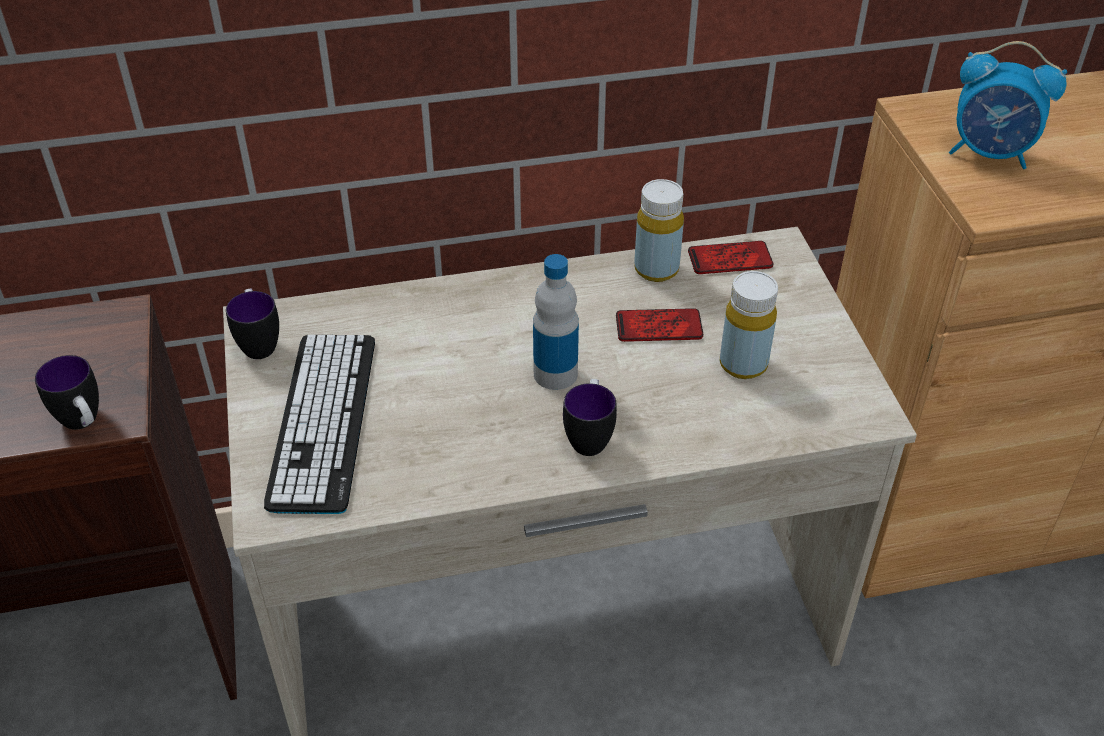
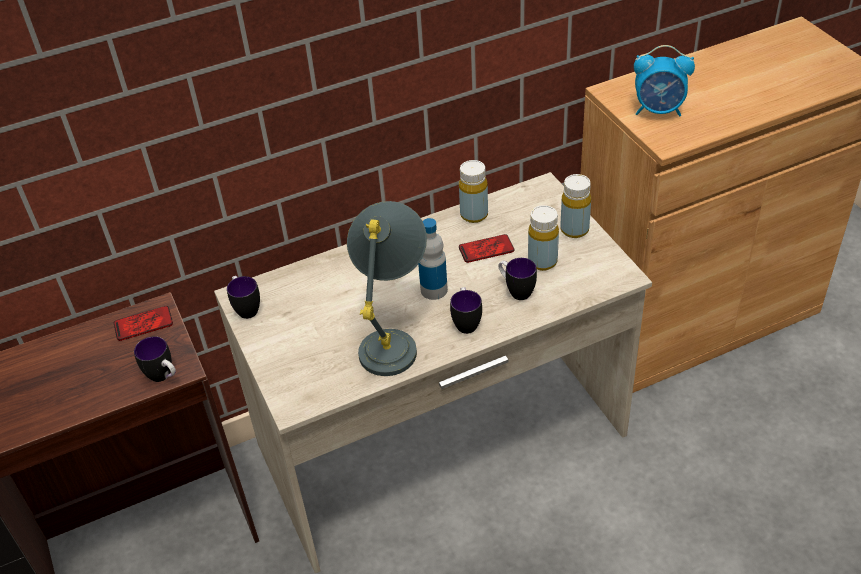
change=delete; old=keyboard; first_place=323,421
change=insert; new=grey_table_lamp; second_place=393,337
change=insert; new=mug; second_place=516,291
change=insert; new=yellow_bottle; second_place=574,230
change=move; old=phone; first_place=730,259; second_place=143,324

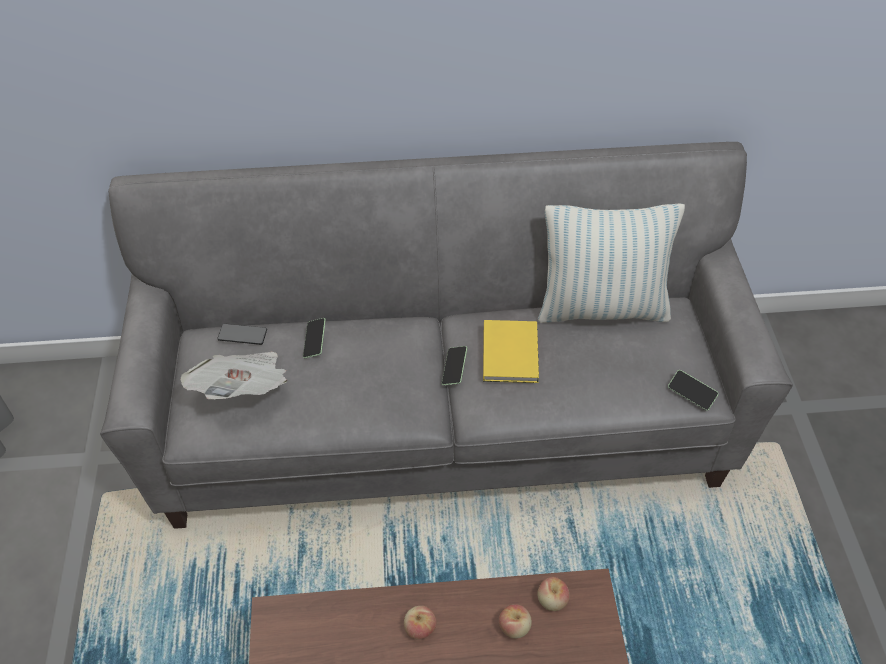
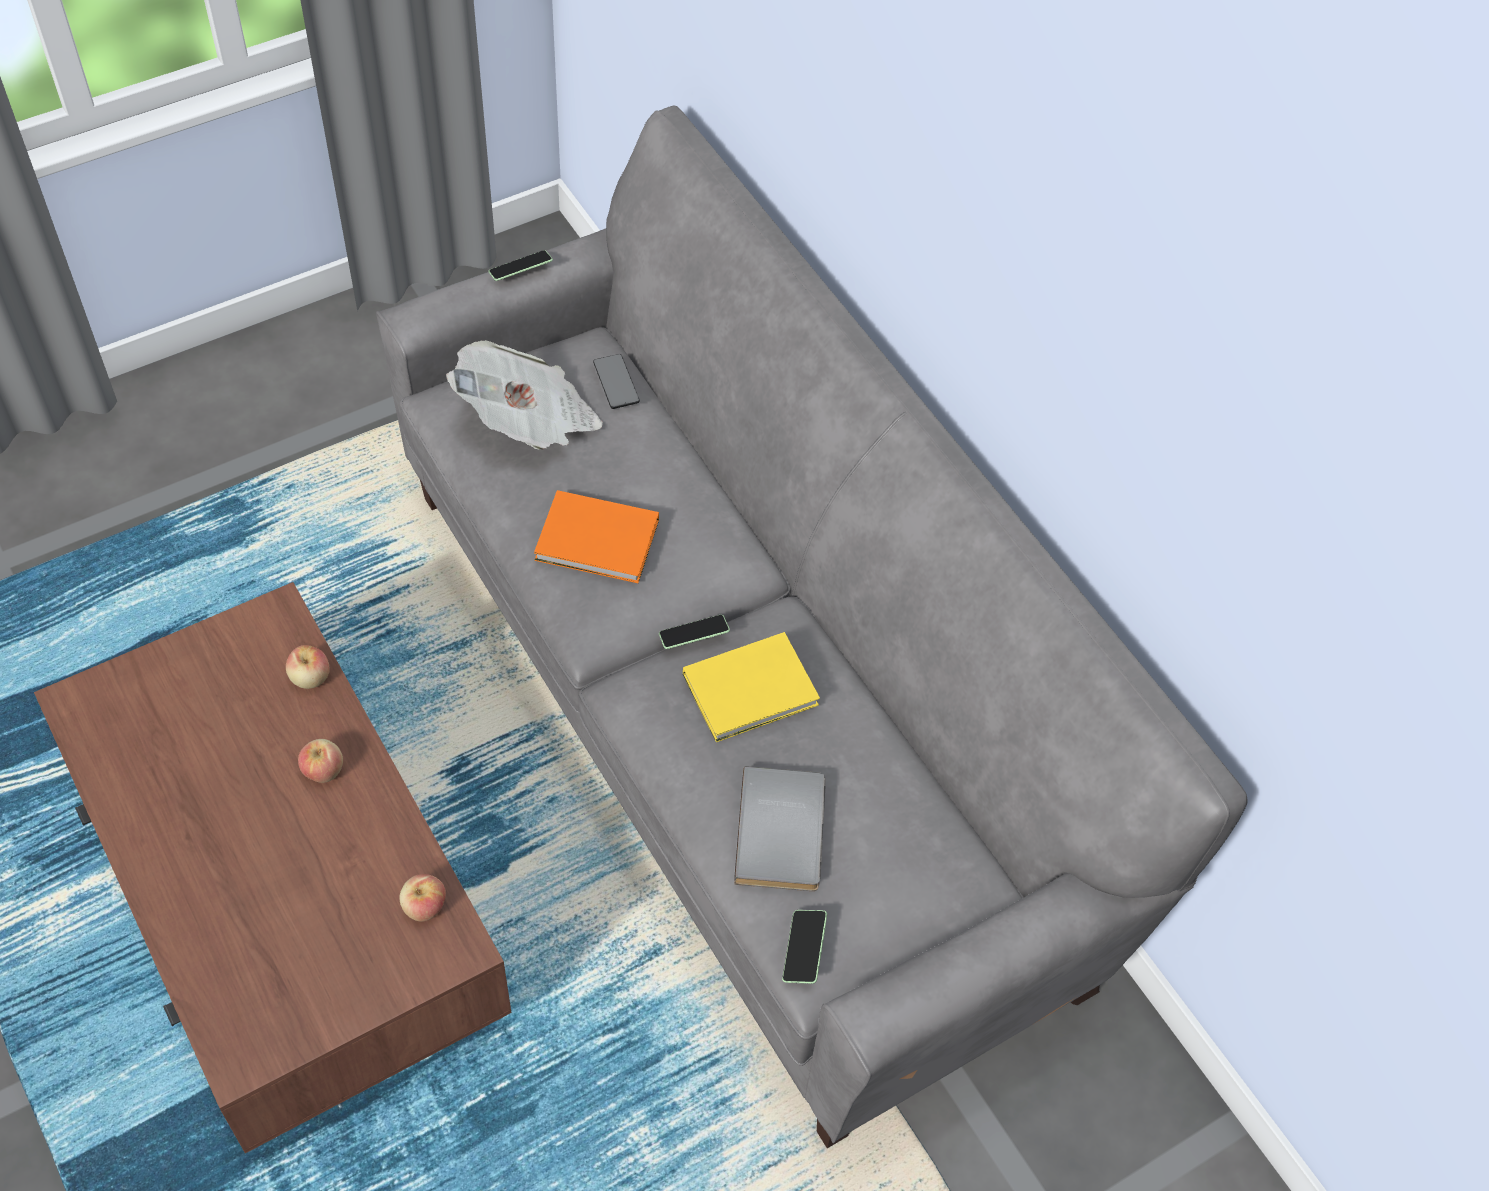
change=delete; old=pillow; first_place=601,308
change=insert; new=orange_book; second_place=599,542
change=insert; new=grey_book; second_place=785,831
change=move; old=phone; first_place=315,342; second_place=521,272
change=move; old=apple; first_place=514,627; second_place=310,677

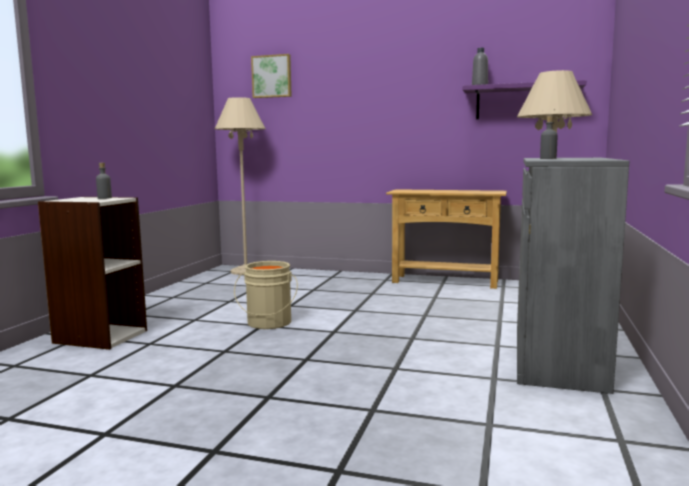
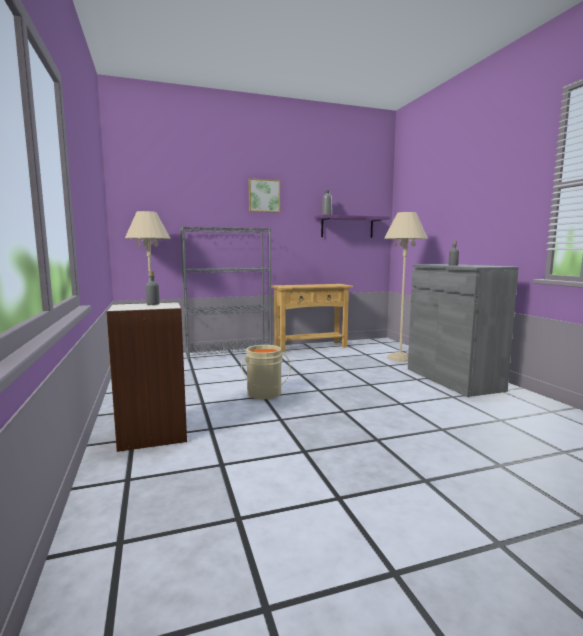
change=insert; new=grey_bookcase; second_place=229,353
change=move; old=picture; first_place=272,76; second_place=264,196

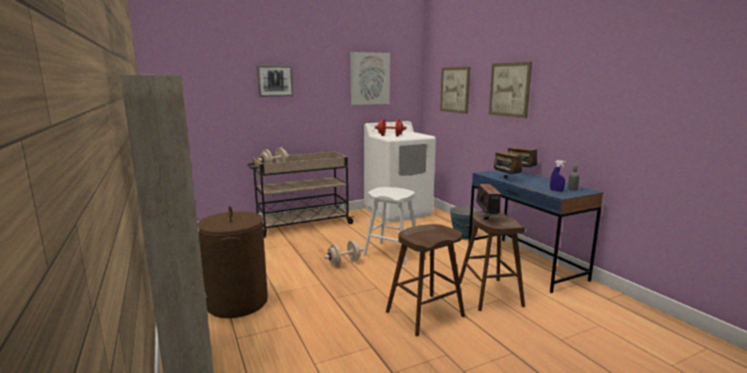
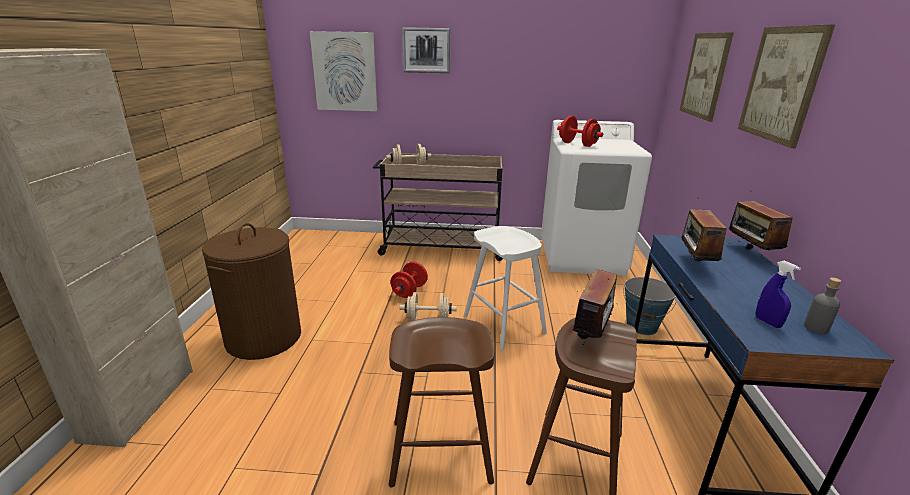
change=insert; new=red_dumbbell; second_place=409,291
change=move; old=picture; first_place=369,78; second_place=345,72

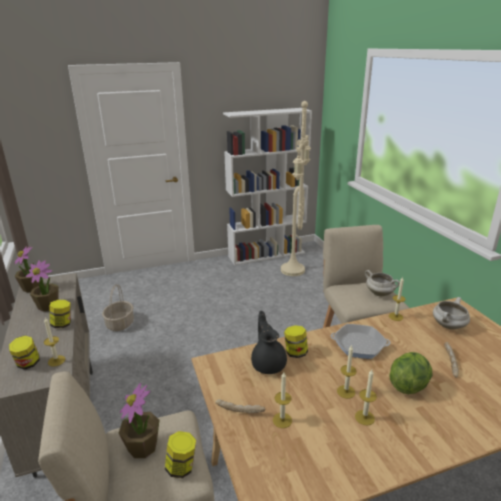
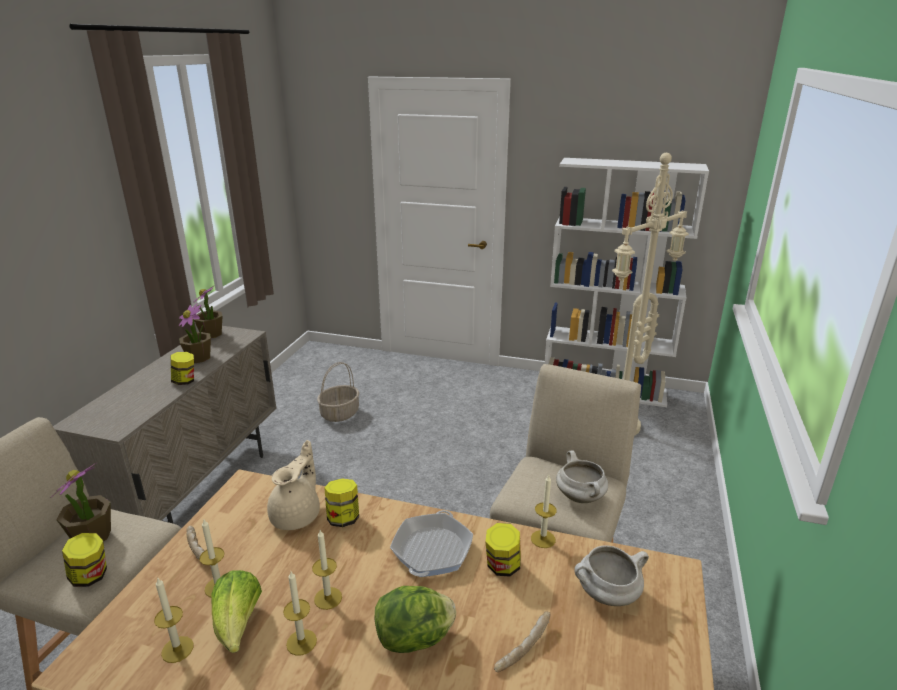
change=insert; new=lettuce; second_place=238,626
change=move; old=jar; first_place=28,364; second_place=502,567
change=move; old=candle; first_place=56,361; second_place=177,649
change=recolor; old=black_teapot; new=beige_teapot; first_place=268,363; second_place=297,515
change=rotate; old=frying_pan; first_place=359,345; second_place=432,550; degrees=-120

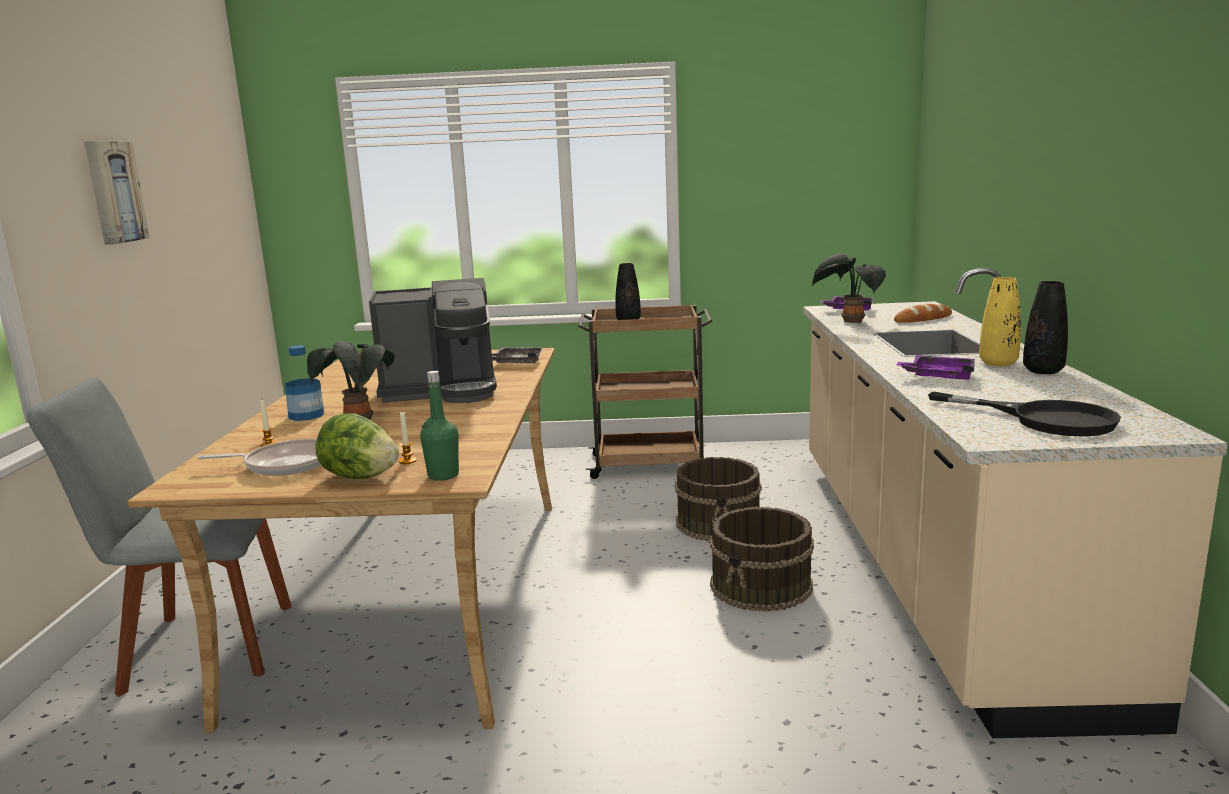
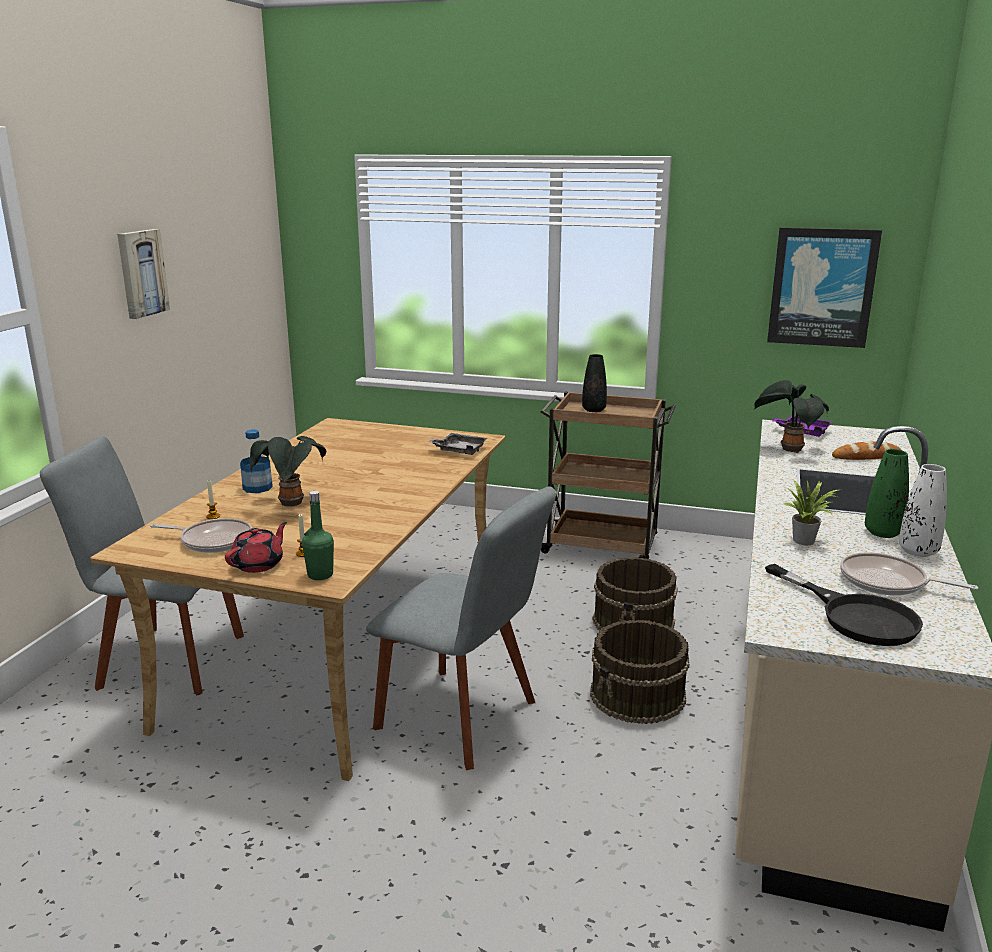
change=delete; old=coffee_machine; first_place=442,391
change=insert; new=grey_chair; second_place=463,718
change=insert; new=picture; second_place=822,287
change=insert; new=frying_pan; second_place=888,582
change=replace; old=lettuce; new=red_teapot; first_place=360,477; second_place=259,564
change=replace; old=purple_tray; new=potted_plant; first_place=939,376; second_place=806,541
change=recolor; old=yellow_vase; new=green_vase; first_place=998,363; second_place=882,533
change=recolor; old=black_vase; new=white_vase; first_place=1043,371; second_place=918,551

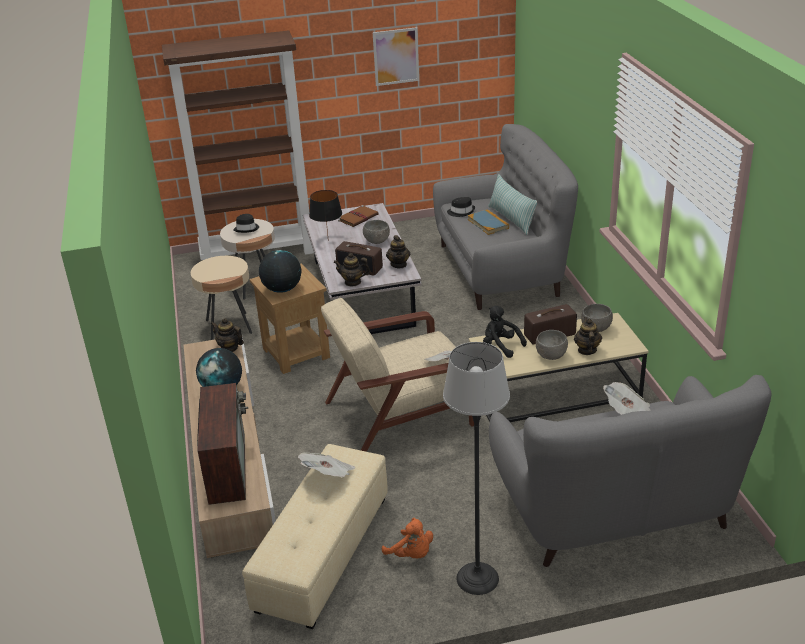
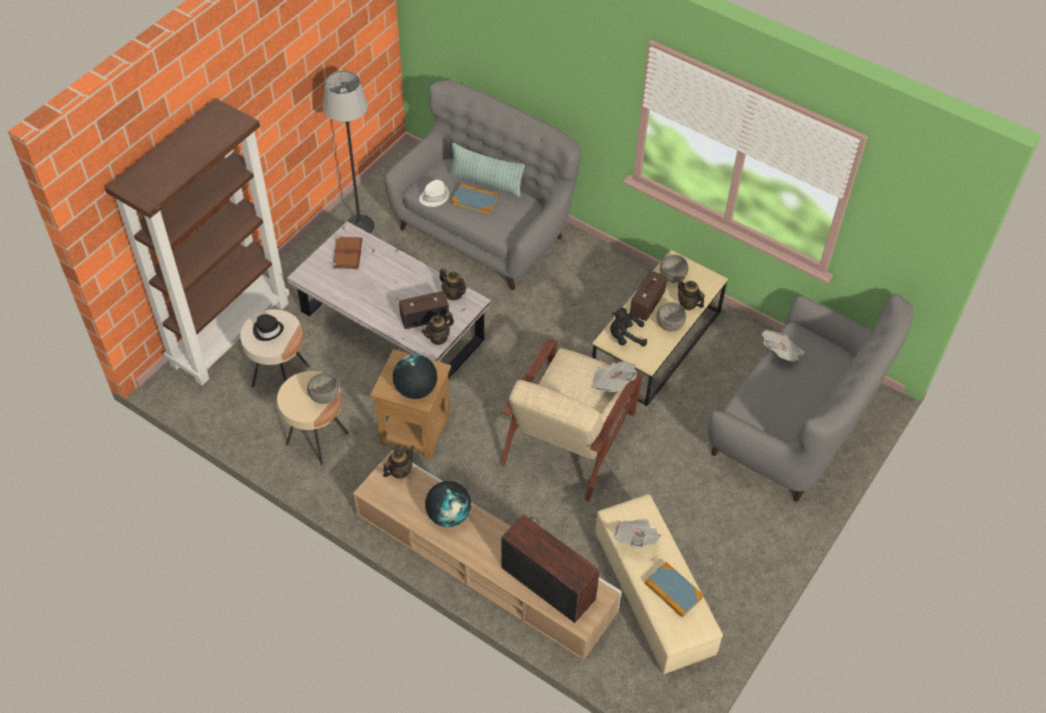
change=delete; old=black_table_lamp; first_place=327,240
change=delete; old=picture; first_place=396,56
change=delete; old=orange_plush_toy; first_place=411,554
change=insert; new=book; second_place=673,591
change=move; old=grey_bowl; first_place=376,241; second_place=325,397
change=move; old=floor_lamp; first_place=477,578; second_place=359,226
change=recolor; old=black_hat; new=white_hat; first_place=461,212; second_place=434,196
change=rotate; old=teapot; first_place=229,348; second_place=400,471; degrees=150

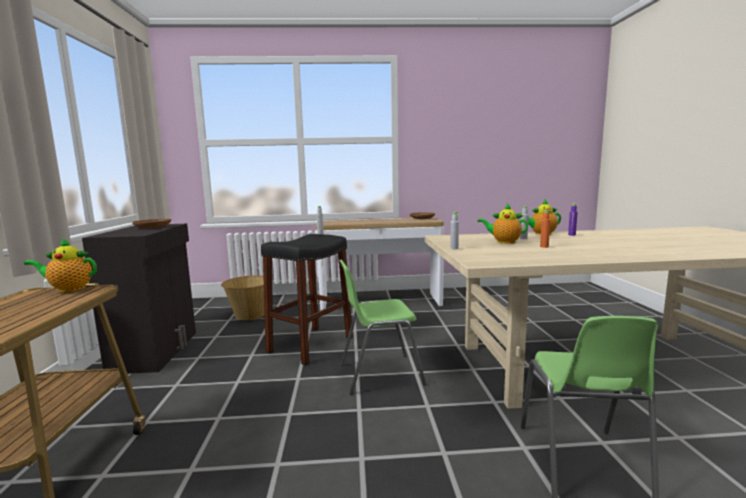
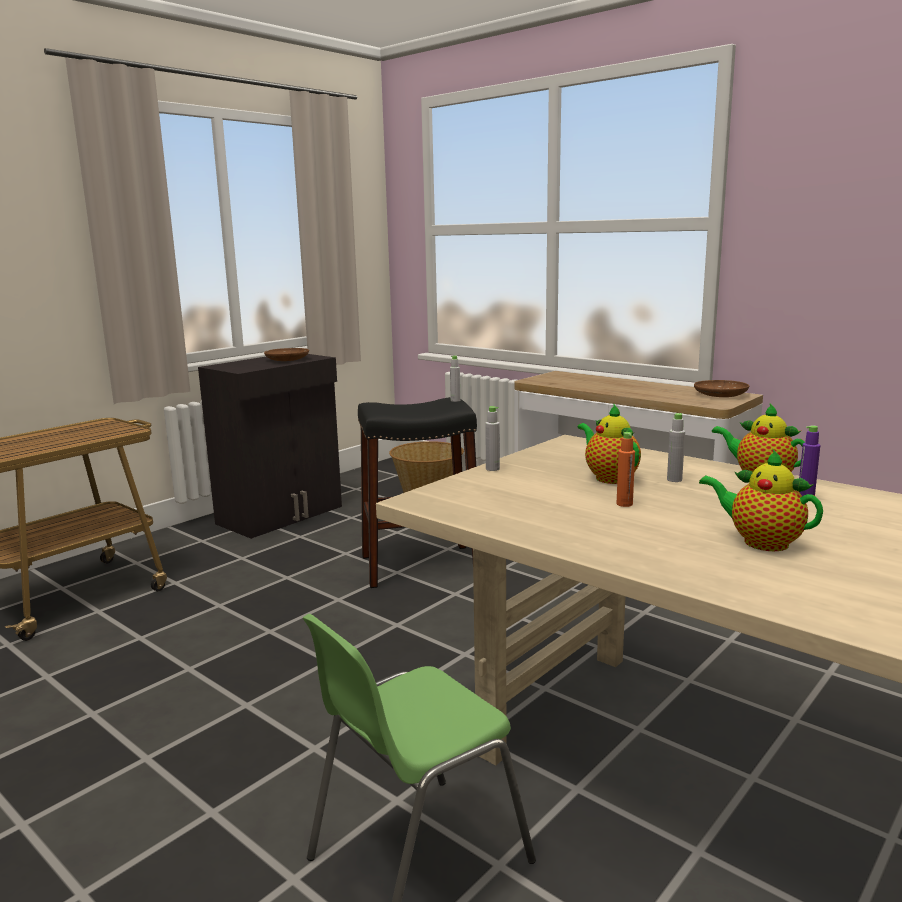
change=delete; old=green_chair; first_place=379,374
change=move; old=teapot; first_place=68,289; second_place=760,542

